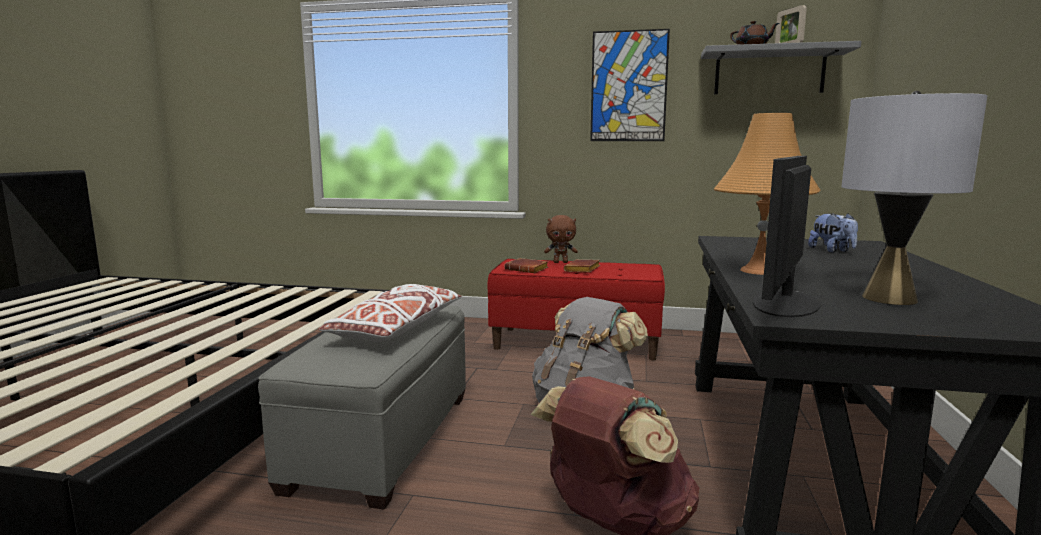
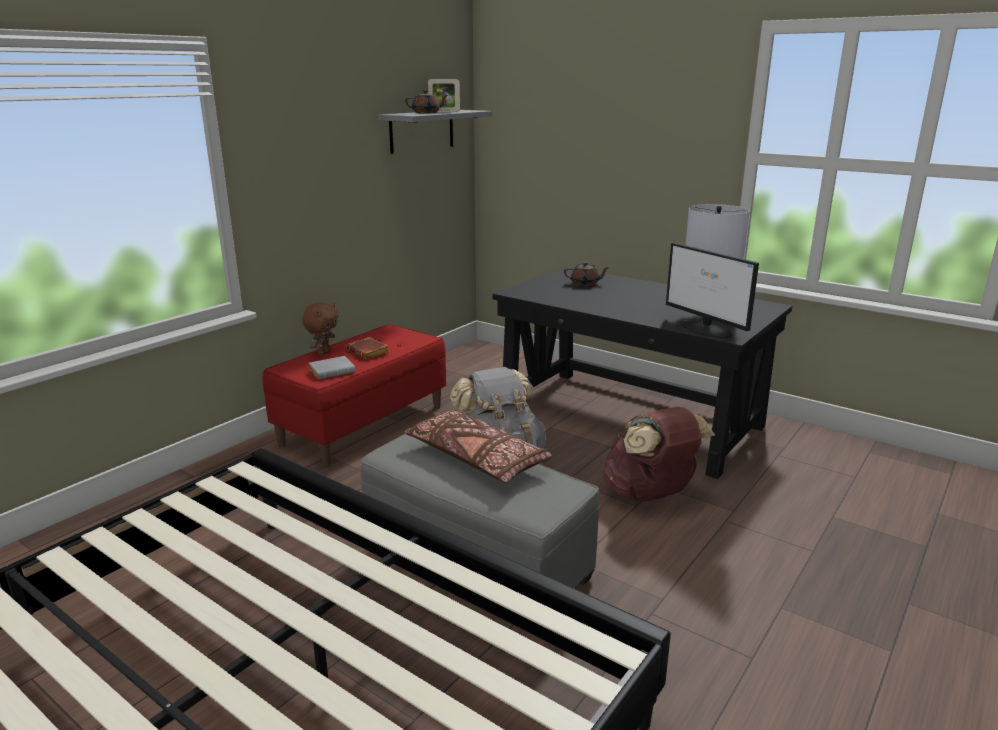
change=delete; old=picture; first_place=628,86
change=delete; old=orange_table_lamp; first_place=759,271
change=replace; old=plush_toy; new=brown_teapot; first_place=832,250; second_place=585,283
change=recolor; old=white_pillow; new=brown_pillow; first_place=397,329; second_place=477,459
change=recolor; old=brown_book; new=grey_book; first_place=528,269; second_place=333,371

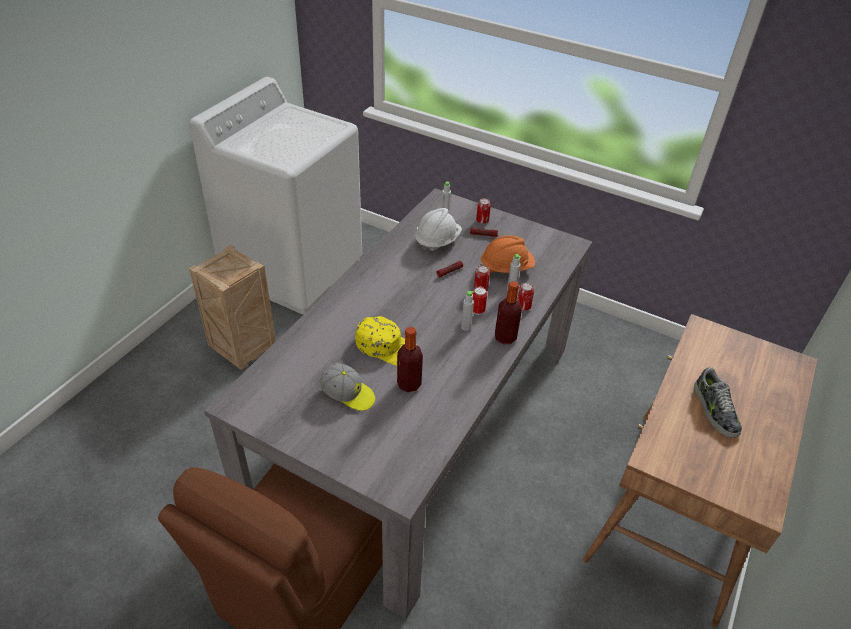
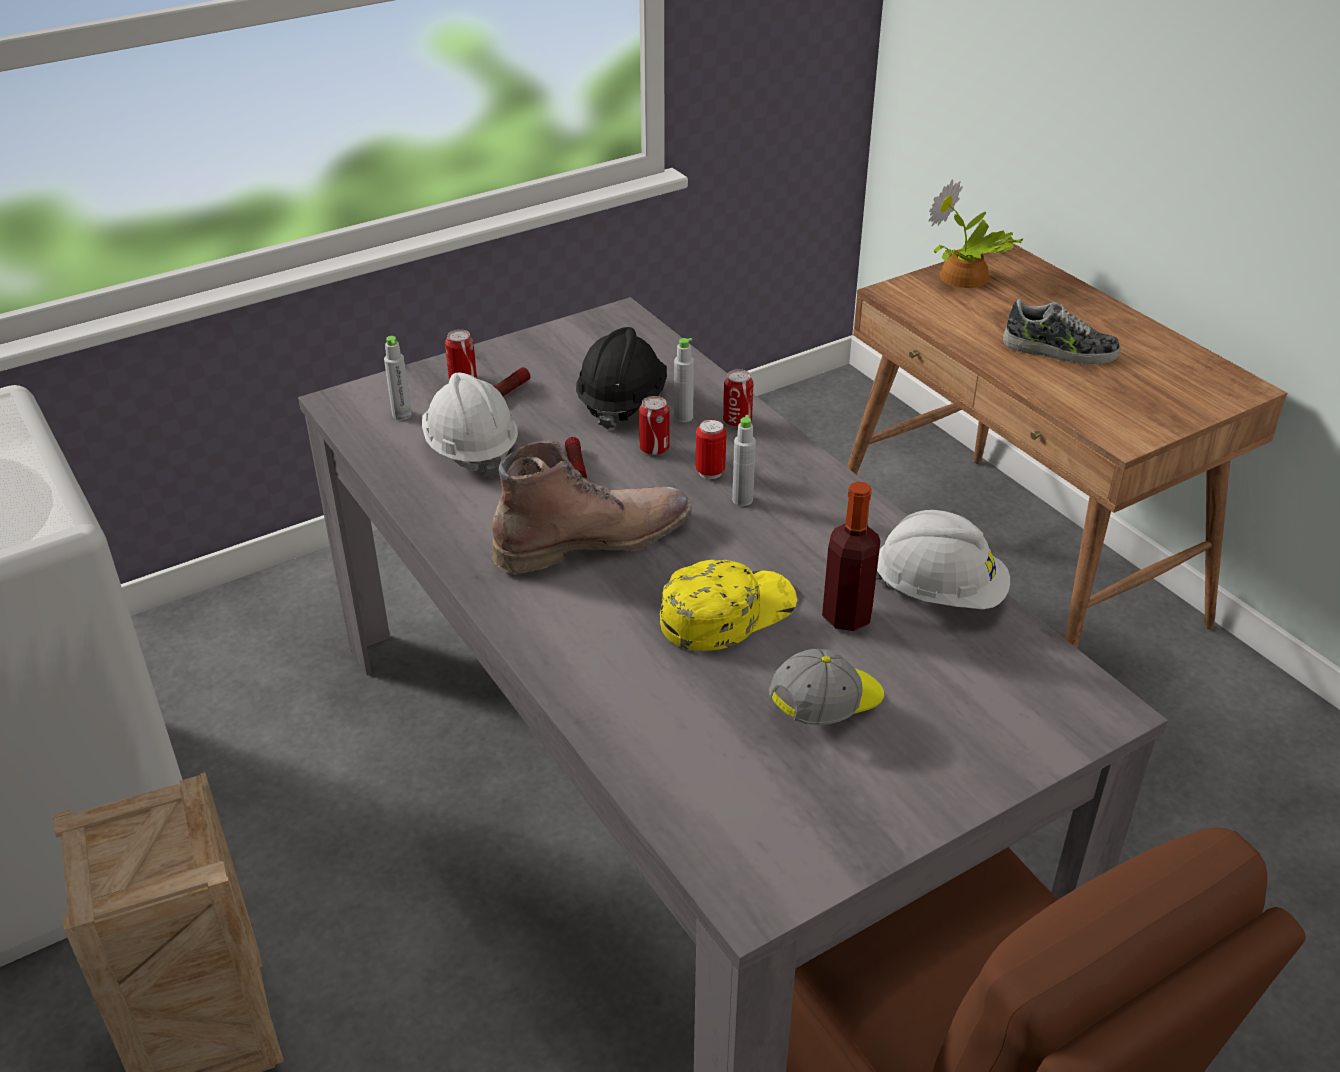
change=delete; old=bottle; first_place=505,337
change=insert; new=brown_boot; second_place=593,538
change=insert; new=white_hard_hat; second_place=938,593
change=insert; new=potted_plant; second_place=965,278
change=recolor; old=orange_hard_hat; new=black_hard_hat; first_place=506,268; second_place=622,402

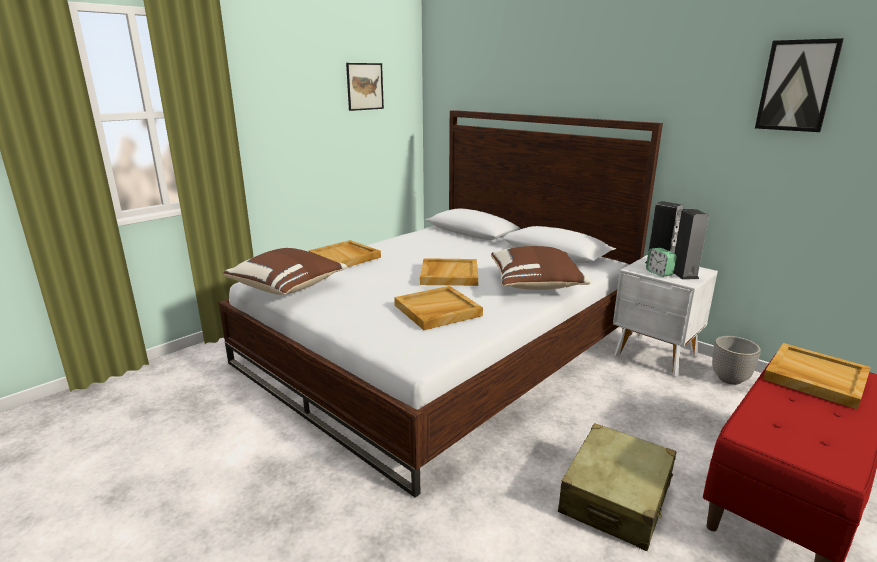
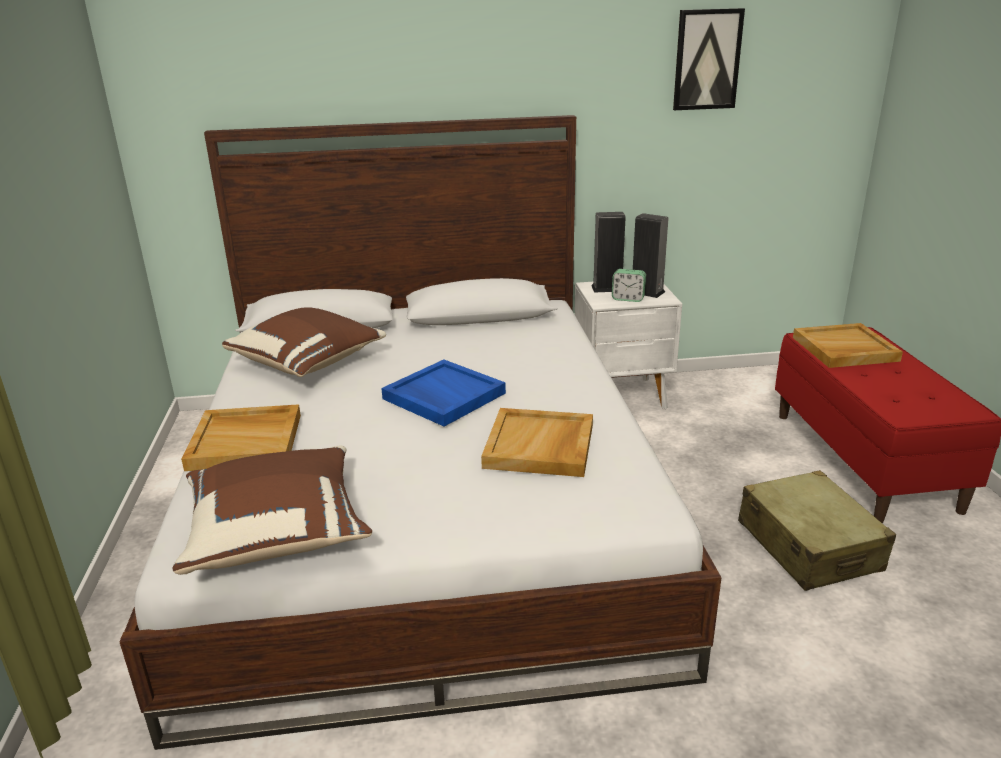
change=delete; old=picture; first_place=365,86
change=delete; old=planter; first_place=730,379
change=move; old=brown_pillow; first_place=536,285; second_place=309,363
change=recolor; old=beige_tray; new=blue_tray; first_place=448,274; second_place=443,396

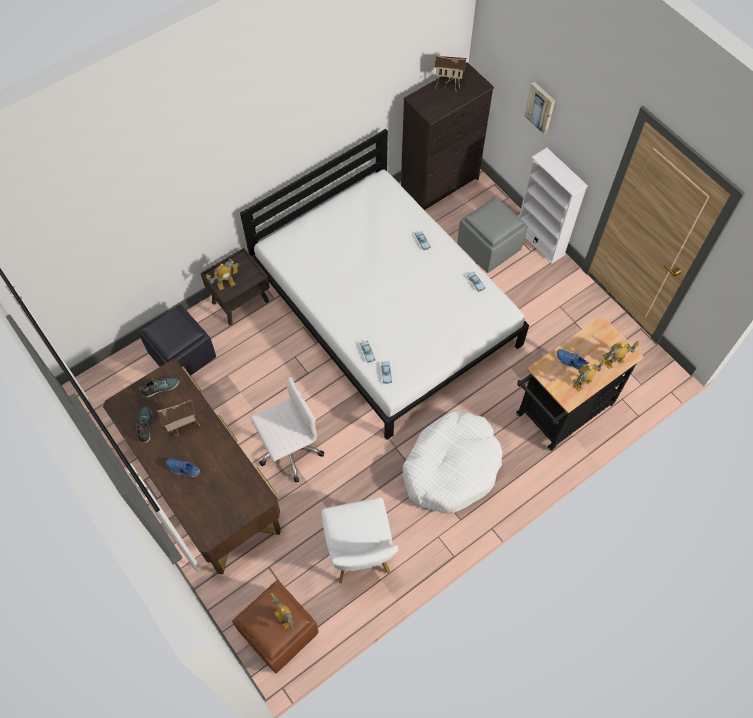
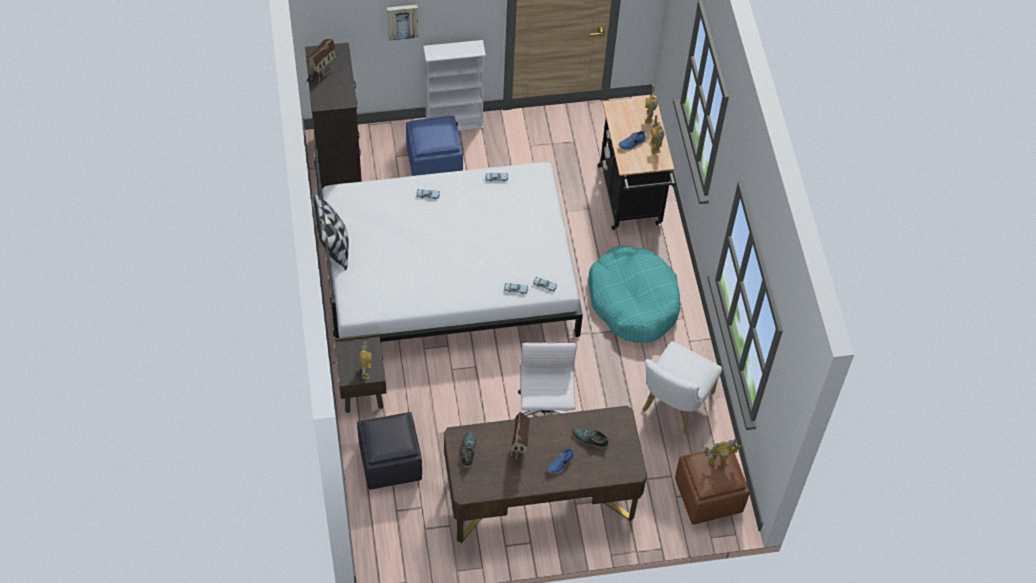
change=insert; new=pillow; second_place=334,246
change=move; old=shoe; first_place=145,425; second_place=589,439
change=recolor; old=white_dog_bed; new=turquoise_dog_bed; first_place=451,467; second_place=633,301
change=recolor; old=grey_ottoman; new=blue_ottoman; first_place=489,247; second_place=435,163
change=rotate; old=white_chair; first_place=360,555; second_place=674,405; degrees=105

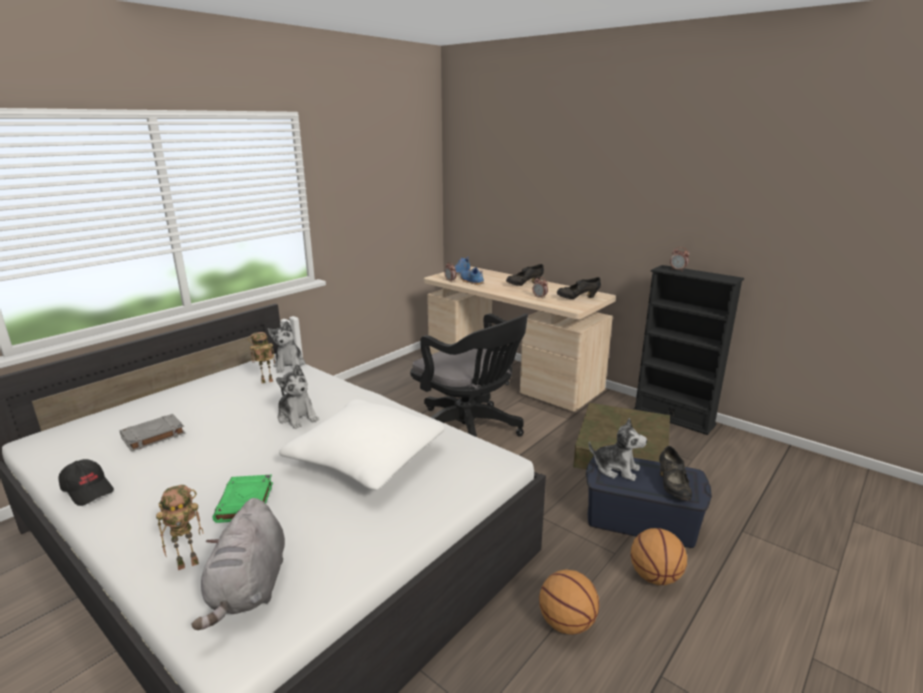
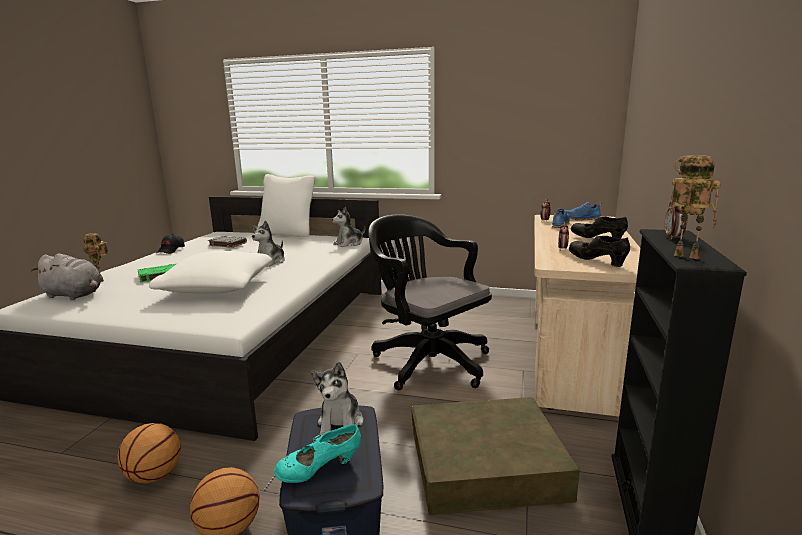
change=insert; new=white_pillow; second_place=288,233
change=move; old=toy_robot; first_place=266,382; second_place=683,256
change=recolor; old=black_shoe; new=turquoise_shoe; first_place=672,487; second_place=319,470
change=rotate; old=grey_plush_toy; first_place=249,588; second_place=75,295; degrees=-135
change=rotate; old=black_office_chair; first_place=470,432; second_place=427,361; degrees=120

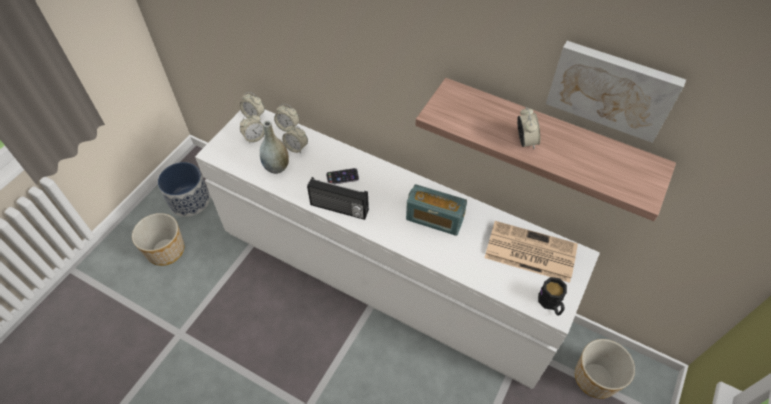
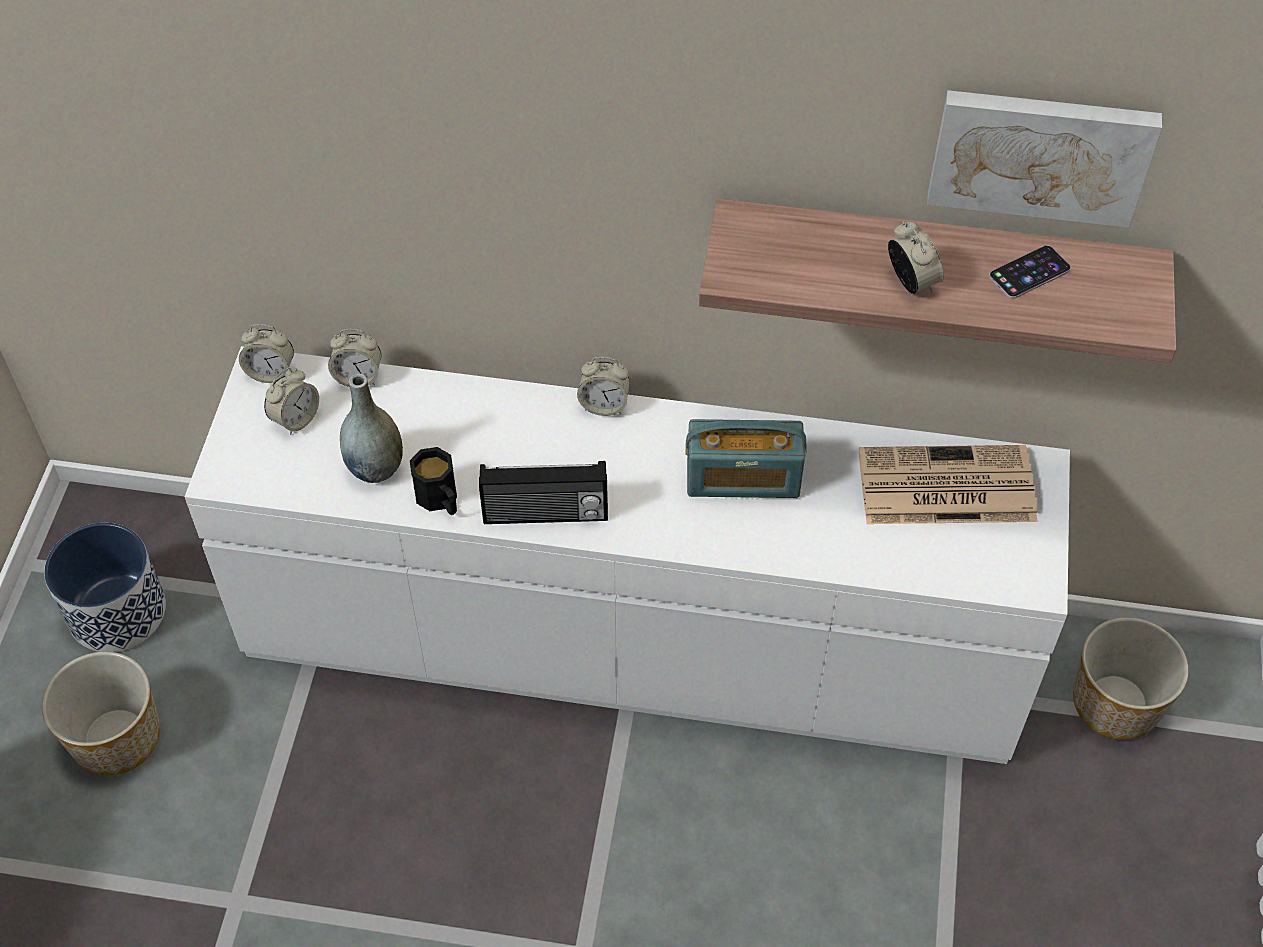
change=move; old=alarm_clock; first_place=296,147; second_place=604,405
change=move; old=phone; first_place=342,176; second_place=1029,272
change=move; old=black_mug; first_place=551,304; second_place=440,500

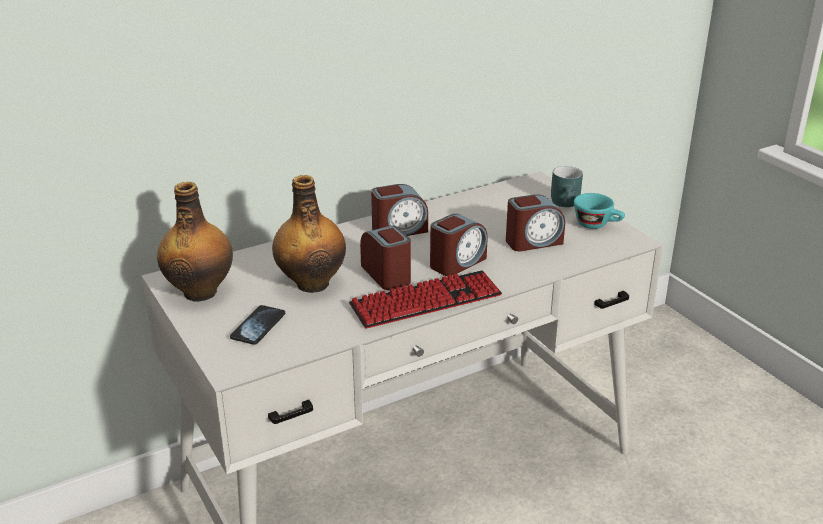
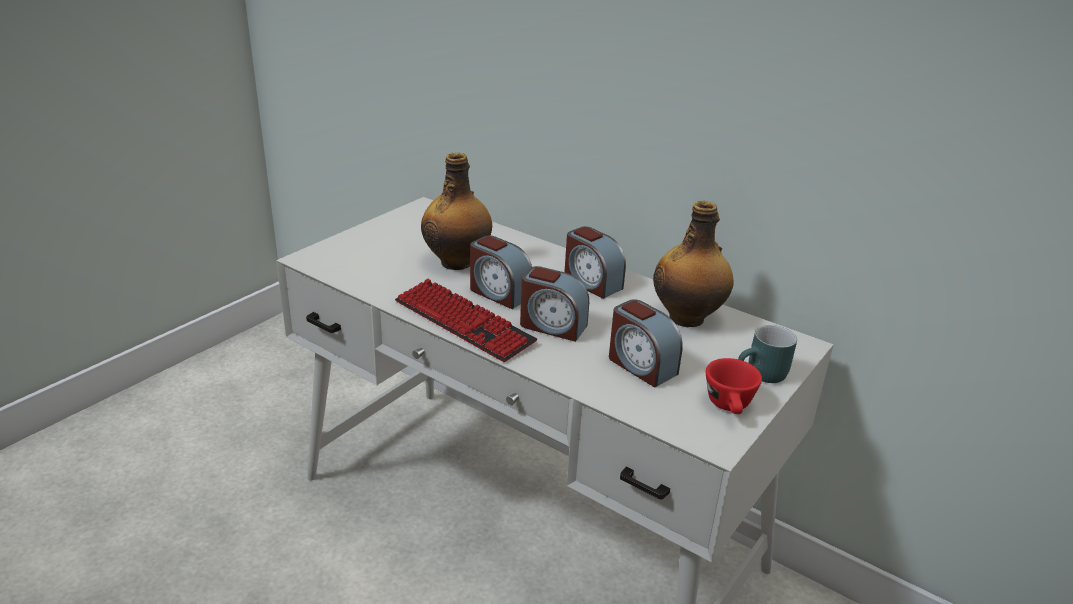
change=delete; old=phone; first_place=258,326
change=move; old=bottle; first_place=201,291; second_place=688,318
change=recolor; old=turquoise_cup; new=red_cup; first_place=597,225; second_place=730,407
change=rotate; old=alarm_clock; first_place=387,275; second_place=499,293; degrees=90

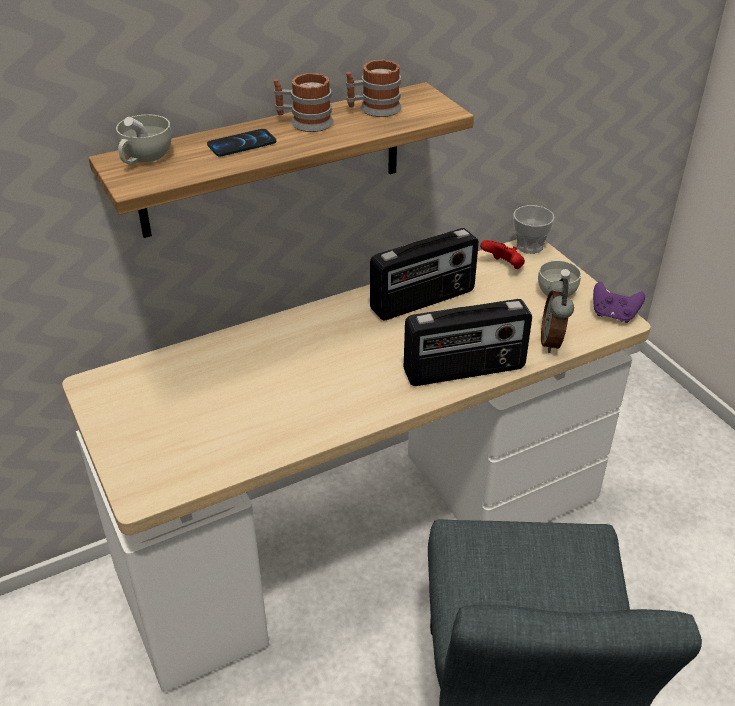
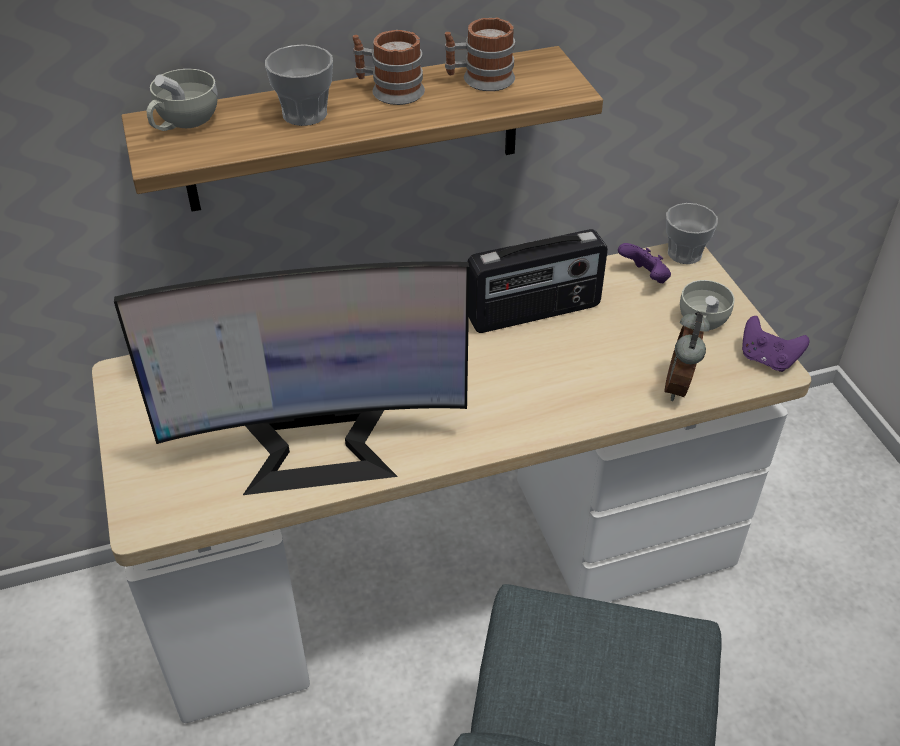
change=delete; old=radio; first_place=464,371
change=insert; new=monitor; second_place=318,448
change=replace; old=phone; new=cup; first_place=242,144; second_place=304,114
change=recolor; old=red_game_controller; new=purple_game_controller; first_place=503,266; second_place=644,277

